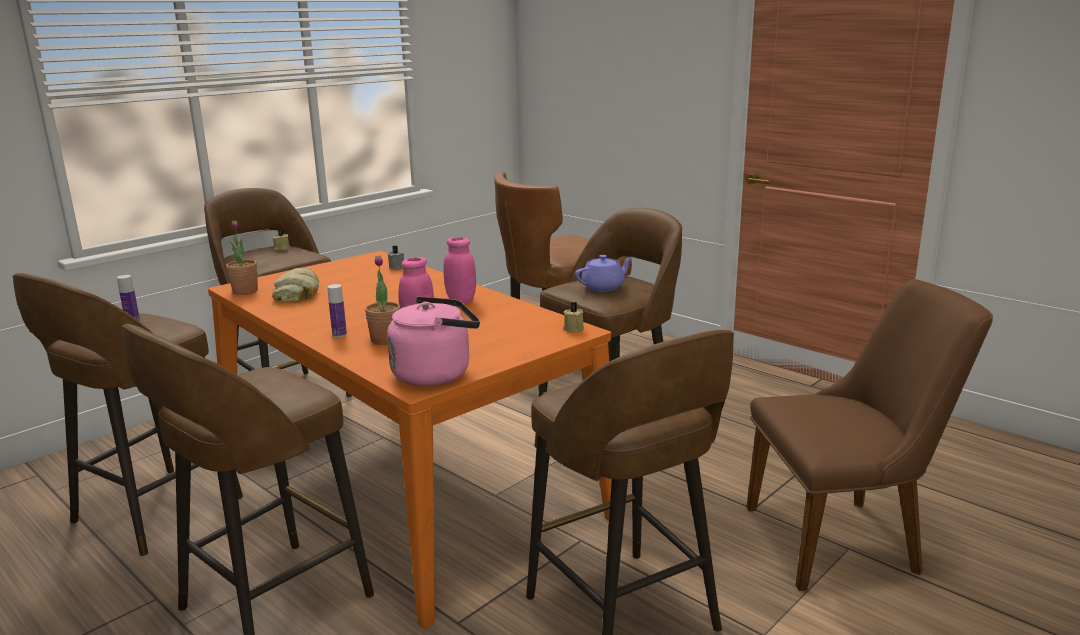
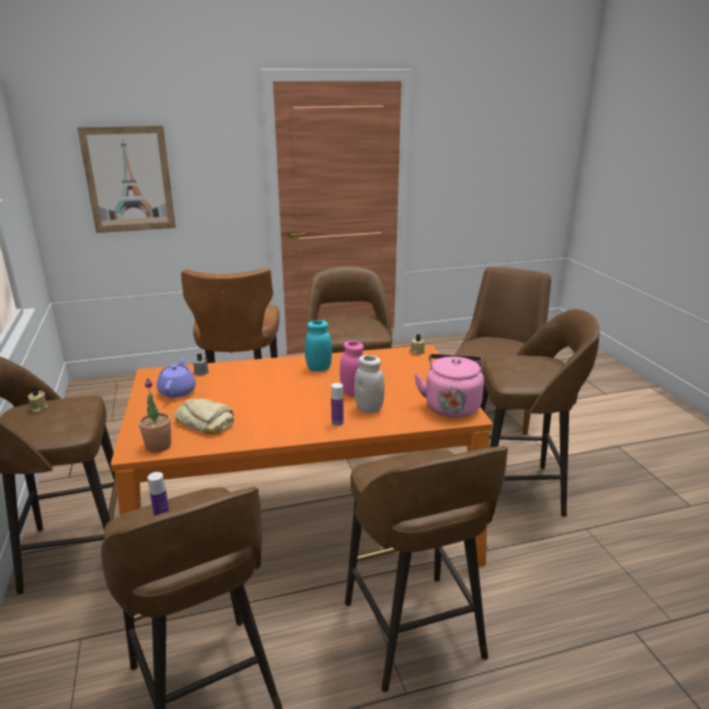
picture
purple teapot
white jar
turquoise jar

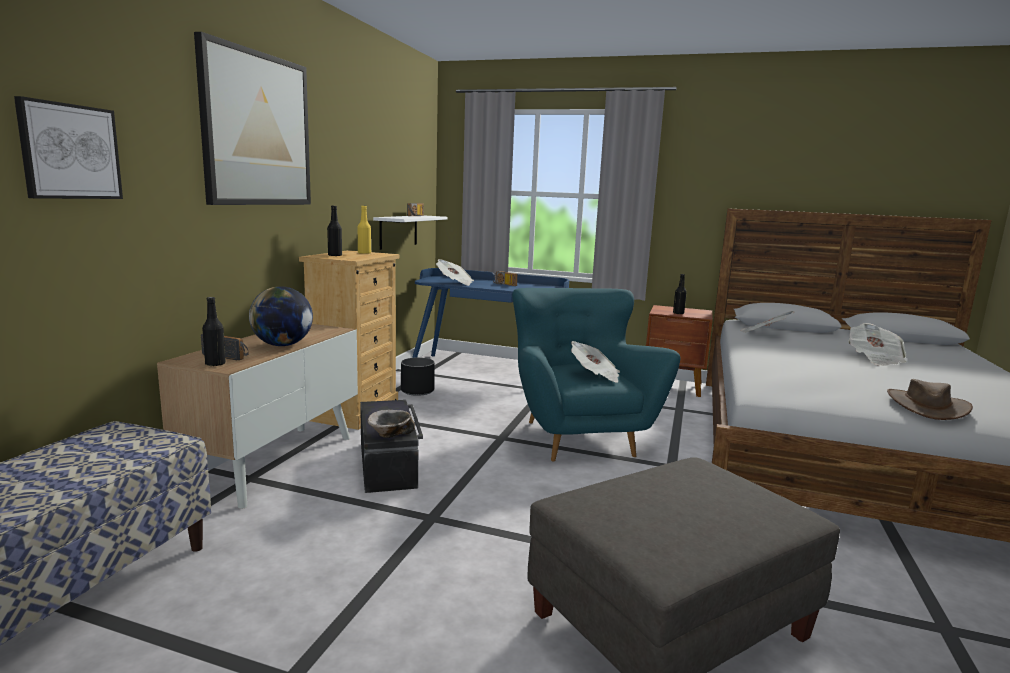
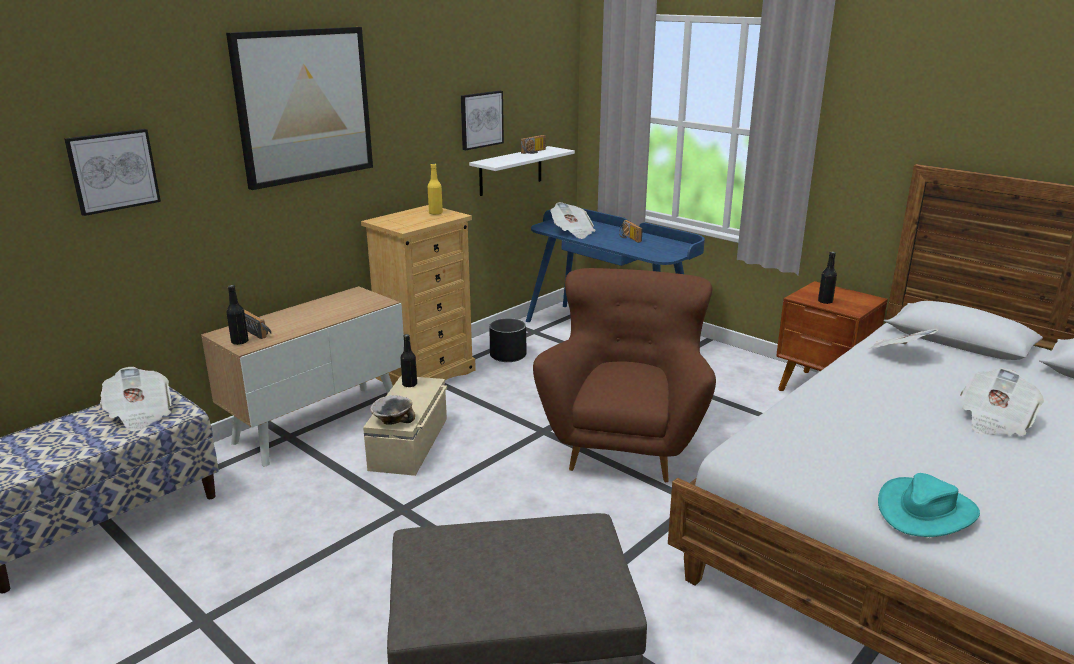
globe
picture (3rd from left)
black bottle (2nd from left)
newspaper (1st from left)
beige storage box
brown armchair
turquoise hat

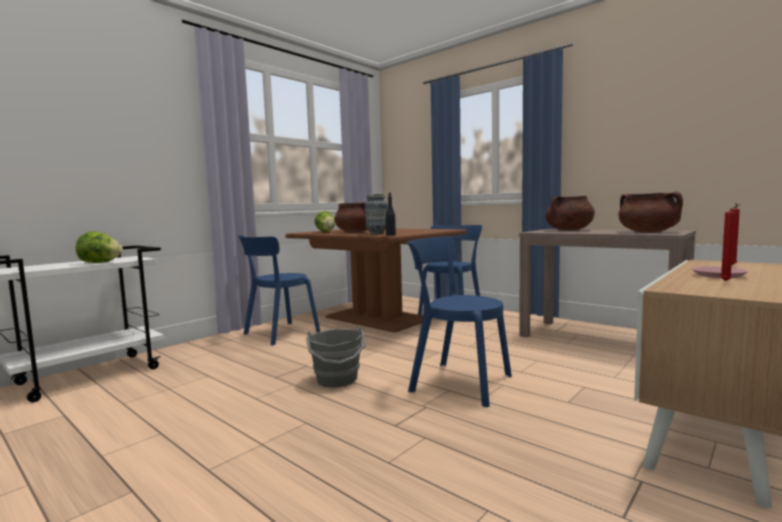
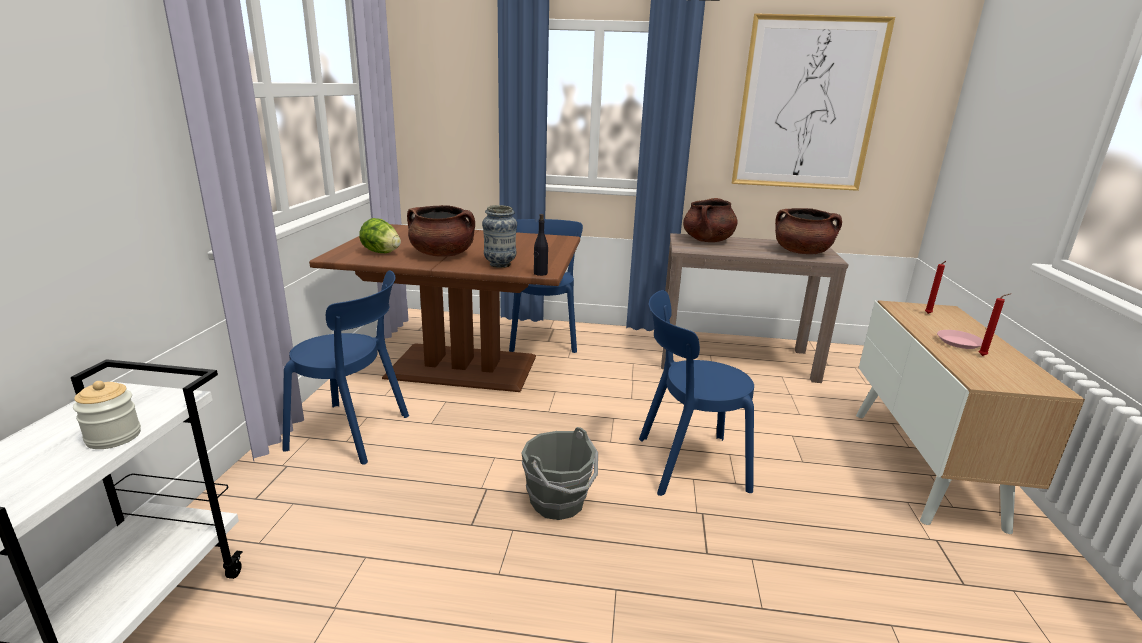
picture
jar
blue chair (1st from left)

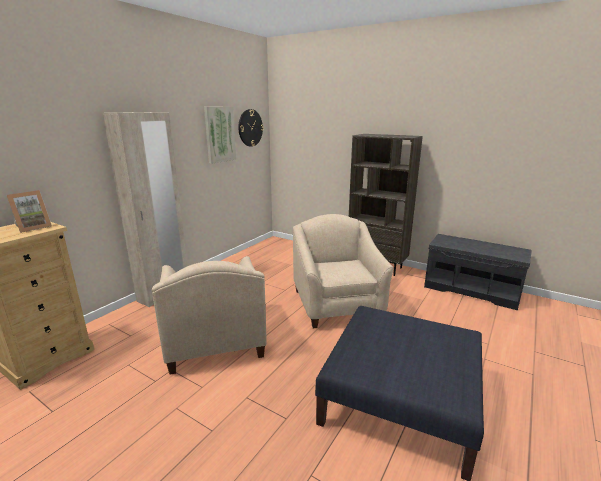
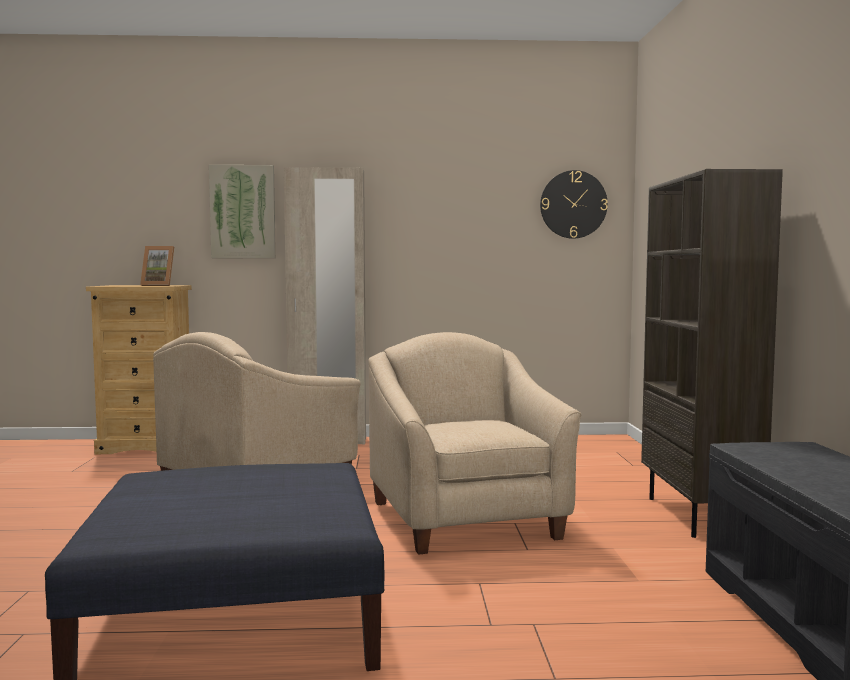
picture
beige armchair (2nd from left)

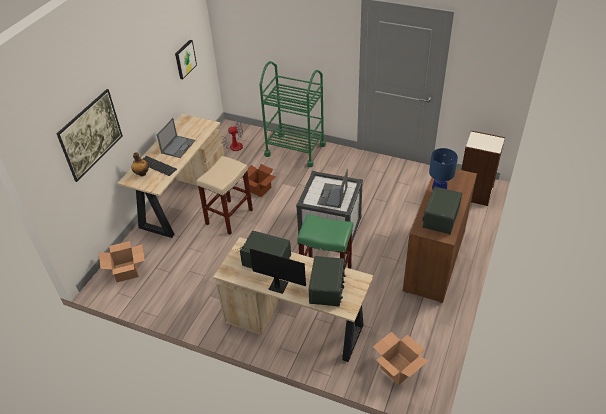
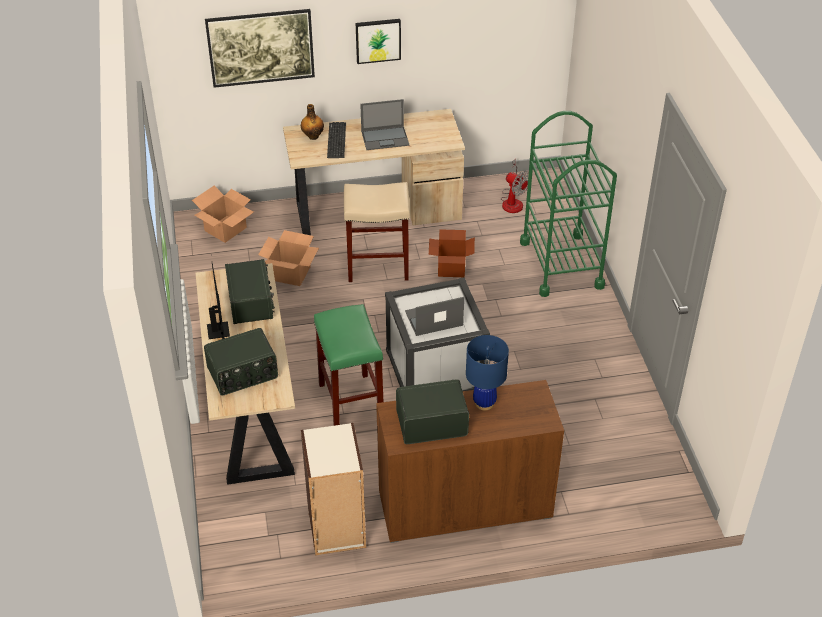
picture (2nd from left)
cardboard box (2nd from left)
bookcase

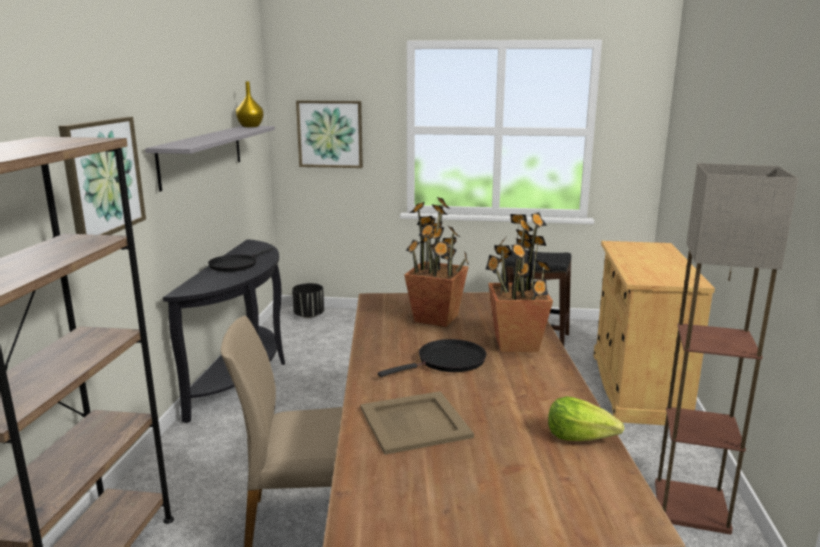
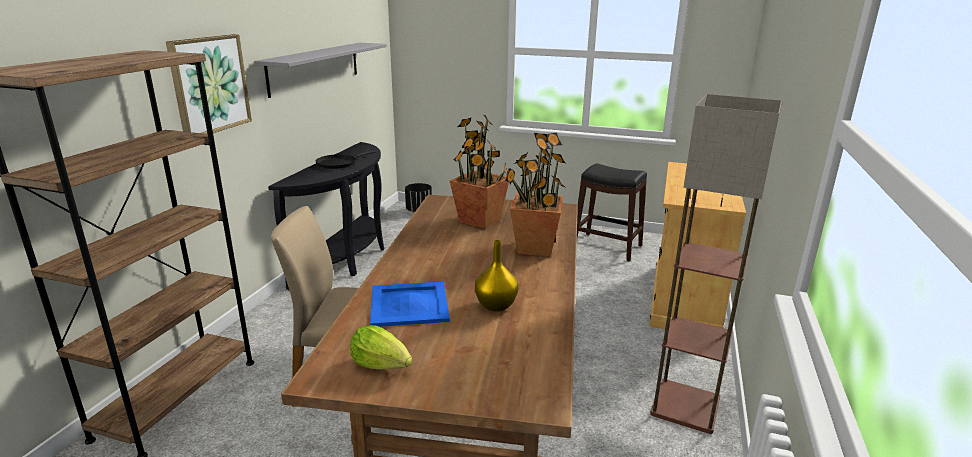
picture (2nd from left in the first image)
black frying pan (2nd from left in the first image)
yellow vase
lettuce
blue tray

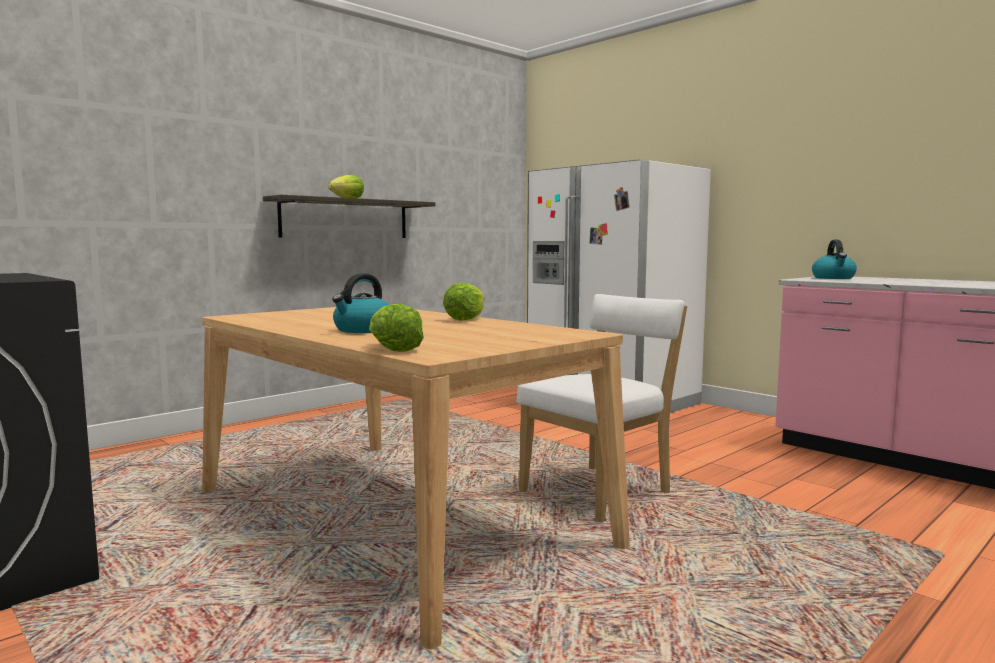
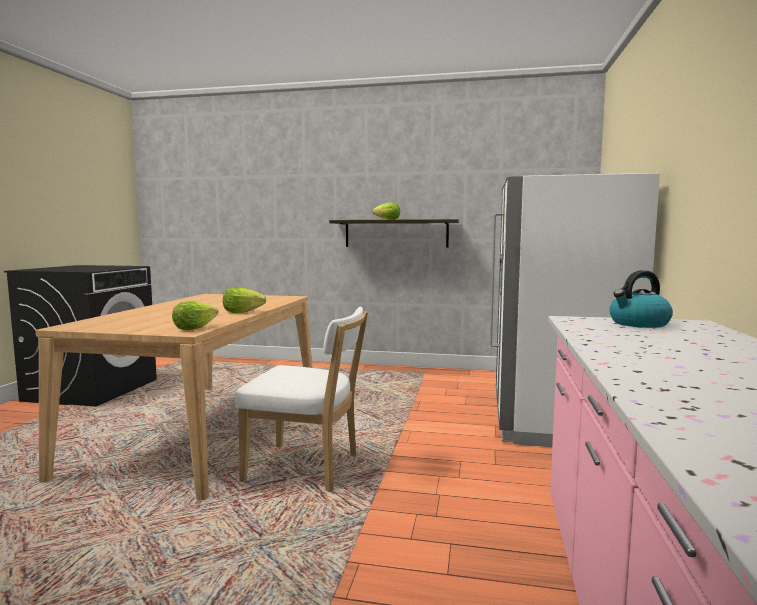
kettle (1st from left in the first image)
lettuce (1st from left)

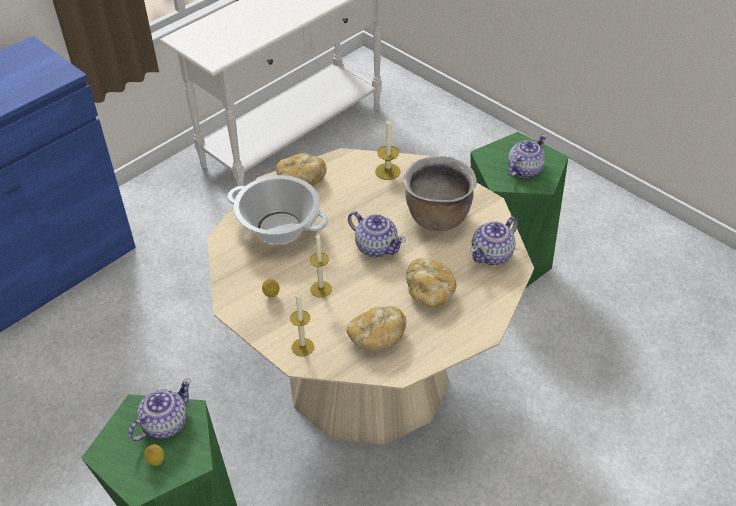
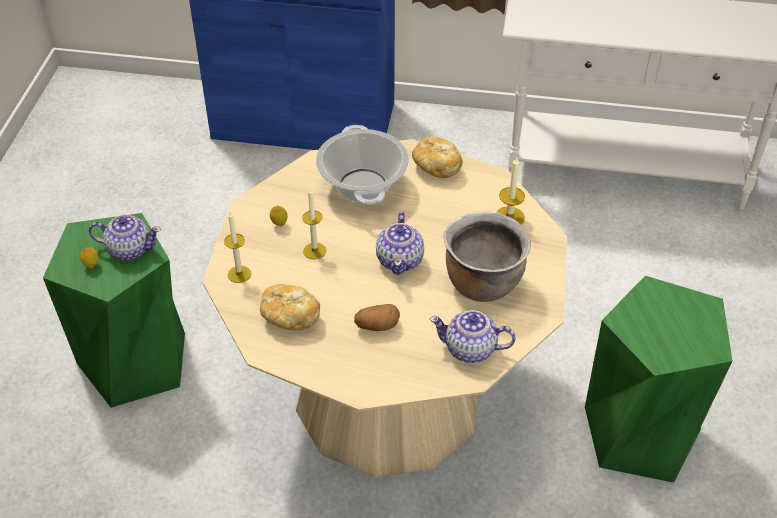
teapot (4th from left in the first image)
potato

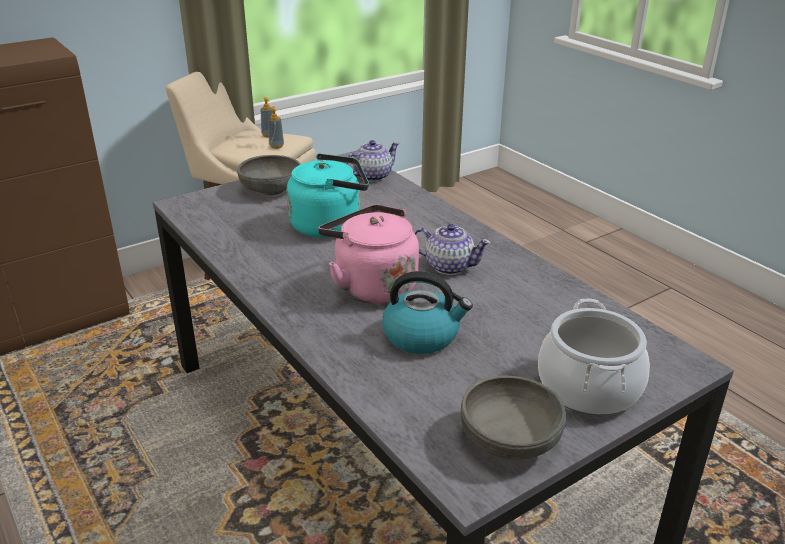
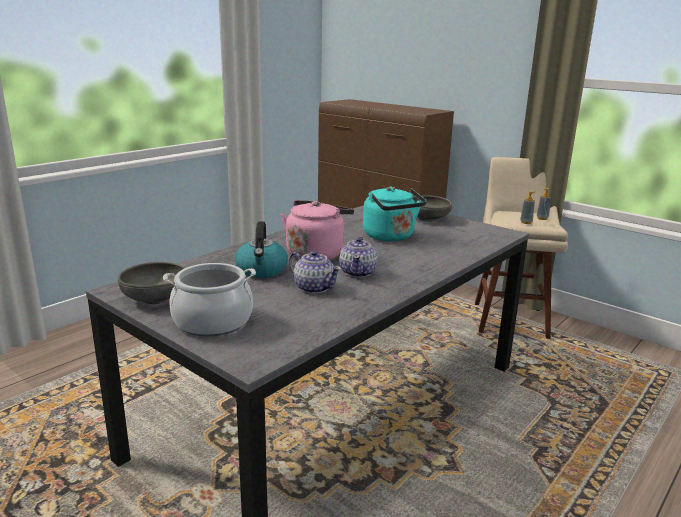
teapot (1st from left)

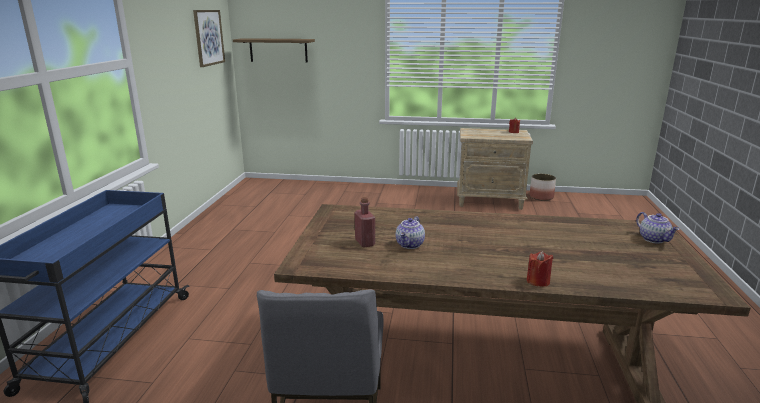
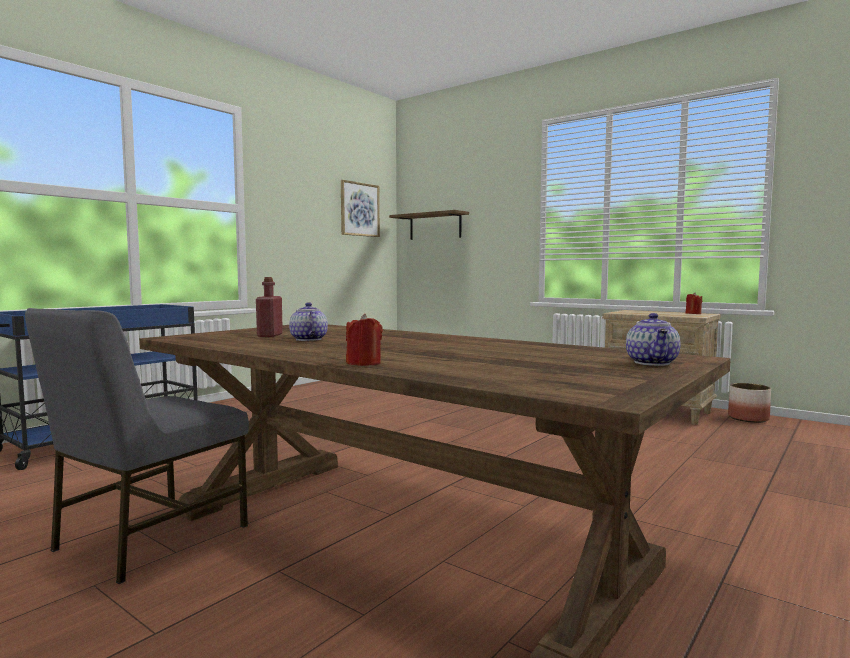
teapot (1st from left)

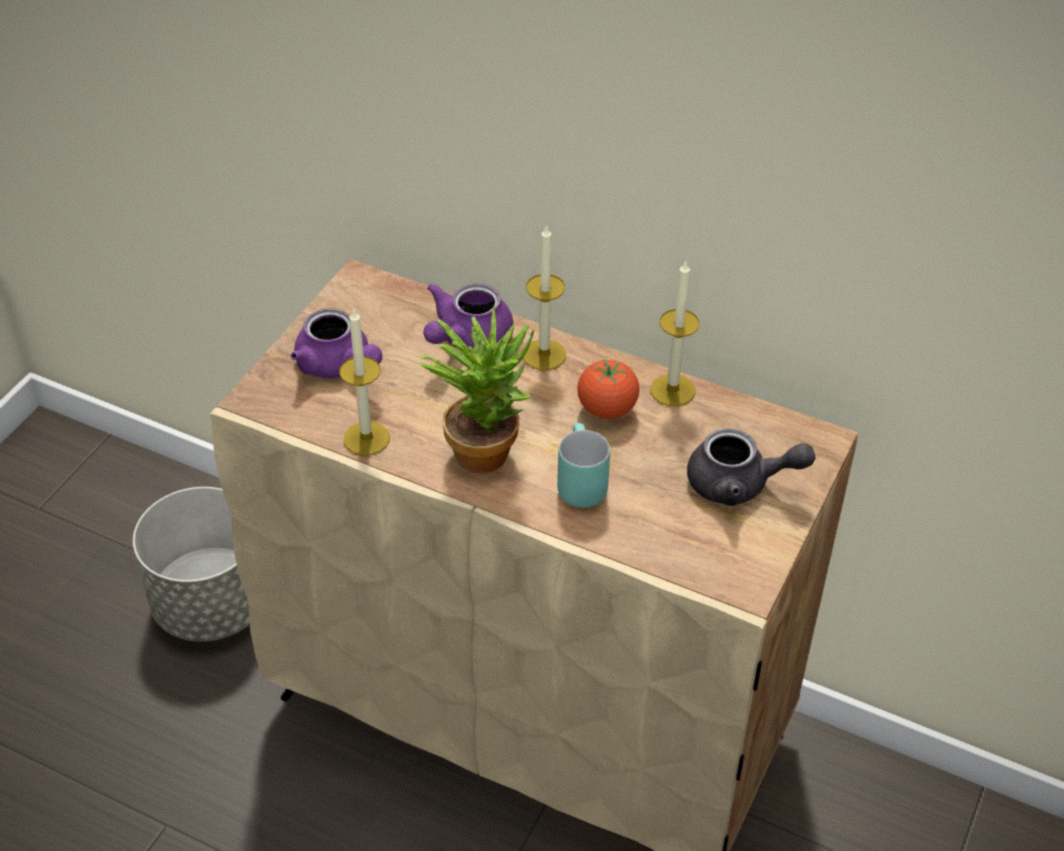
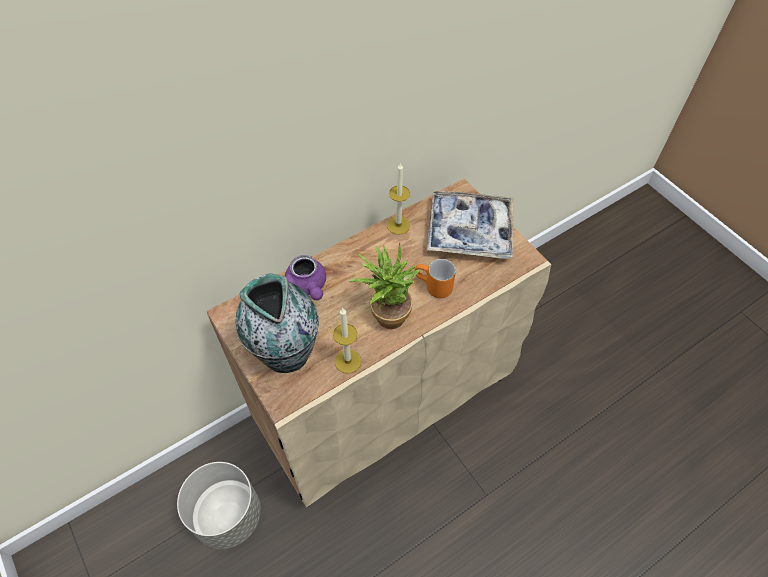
candle (2nd from left in the first image)
tomato
vase
tray
orange mug

